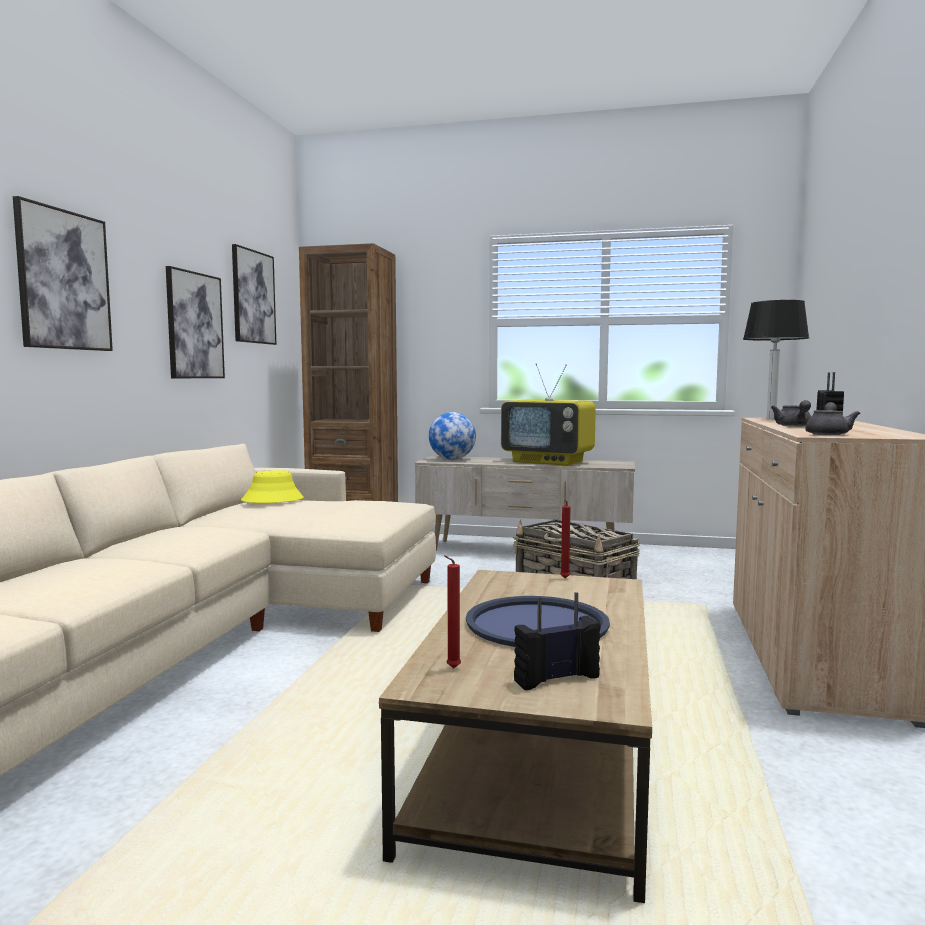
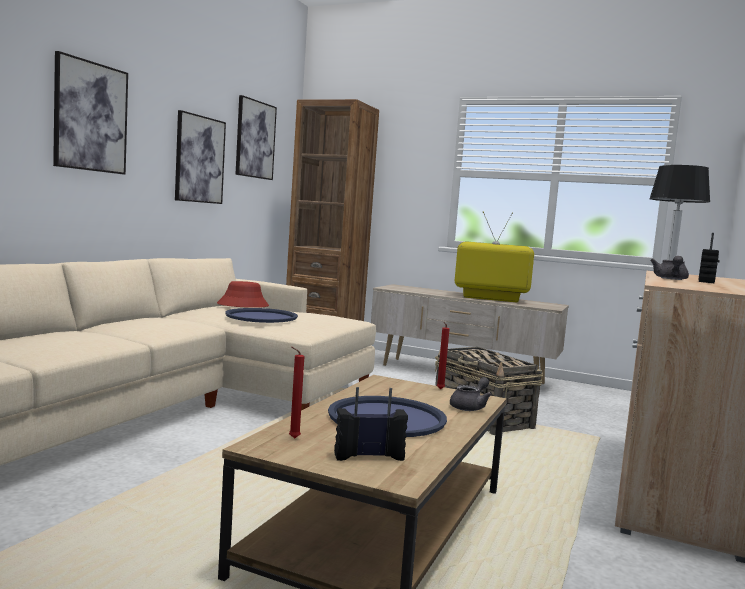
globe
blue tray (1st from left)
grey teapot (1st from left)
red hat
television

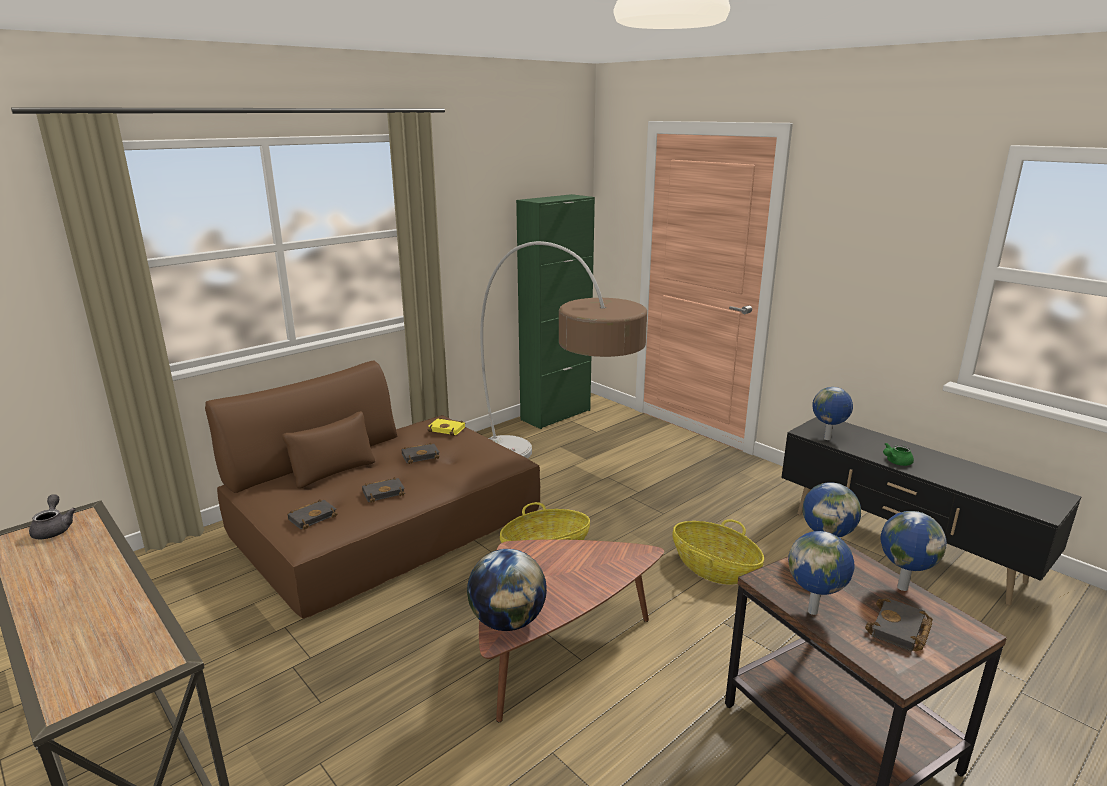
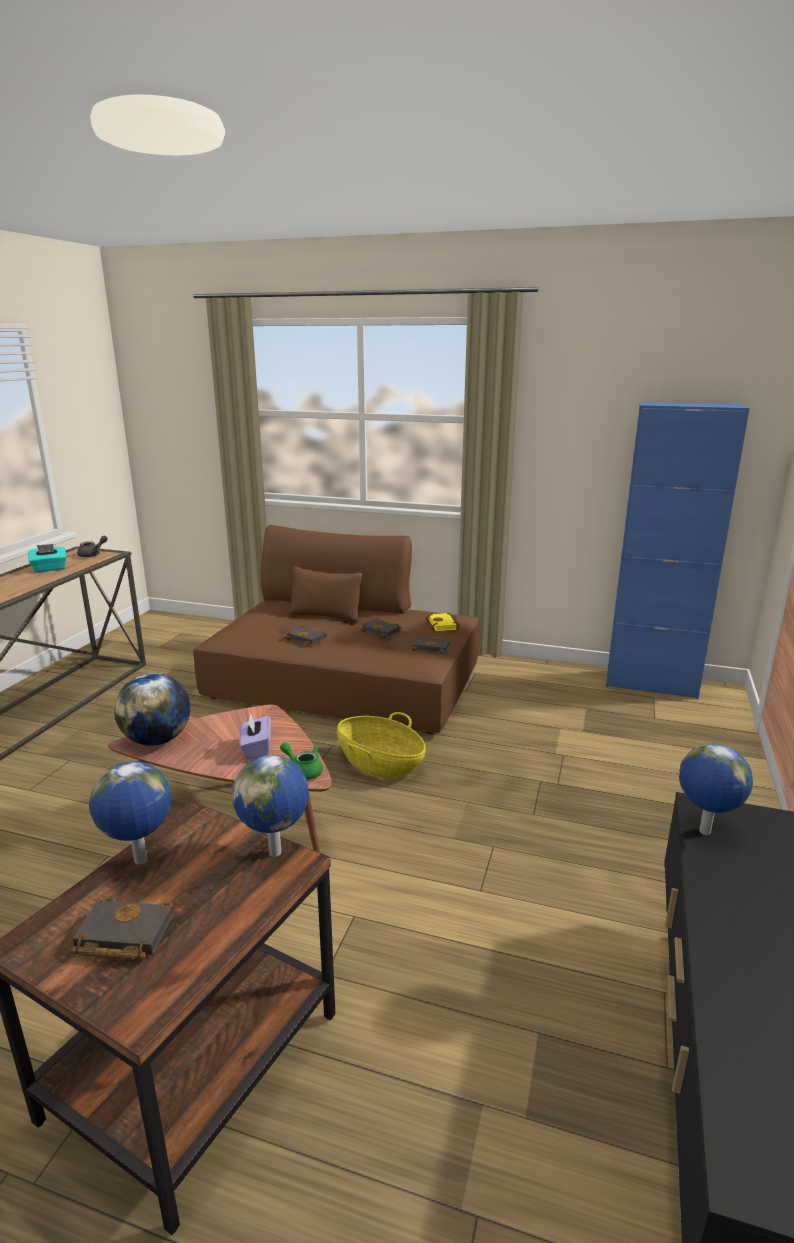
floor lamp
basket (2nd from left in the first image)
globe (5th from left in the first image)
turquoise tissue box
purple tissue box
black book (4th from left)
green teapot
blue cabinet

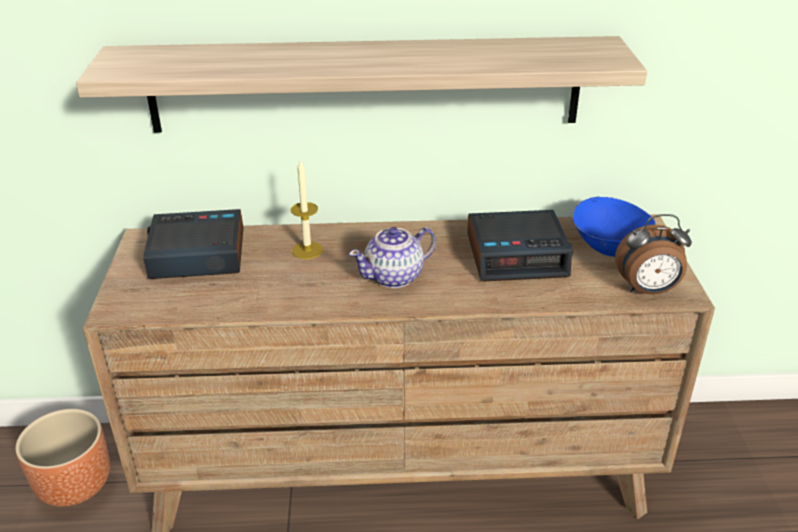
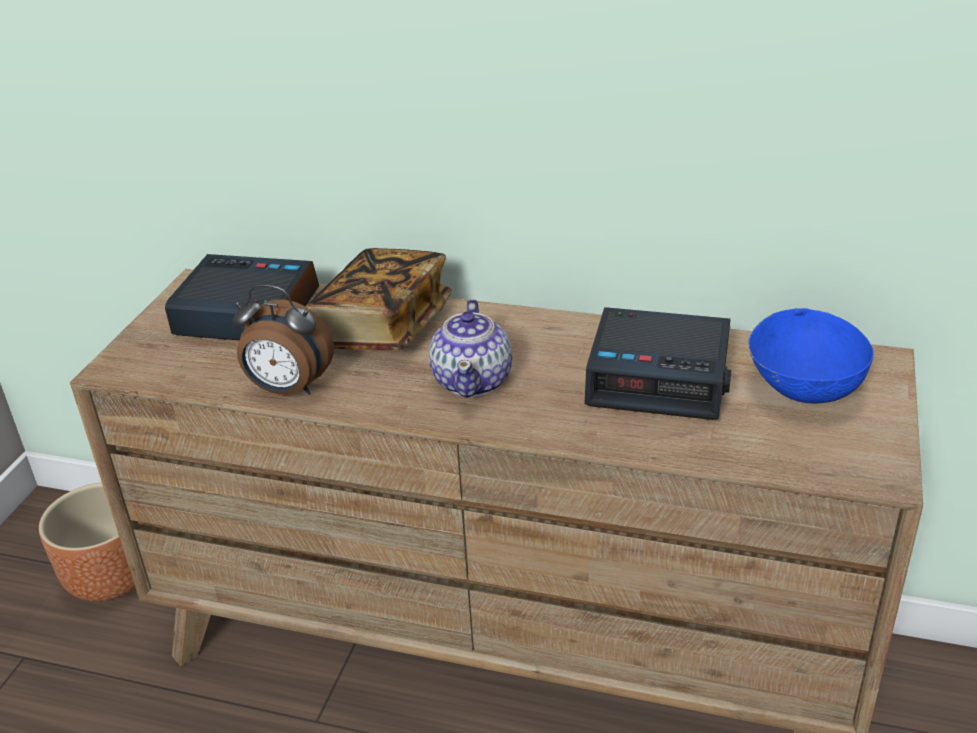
shelf
alarm clock (2nd from left)
book
teapot

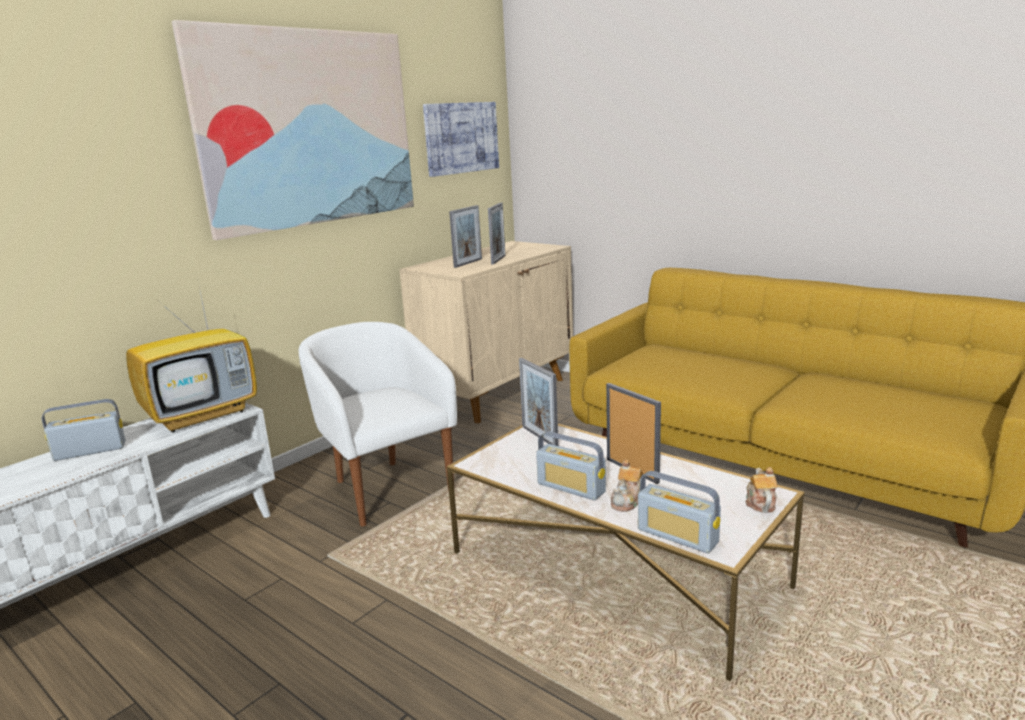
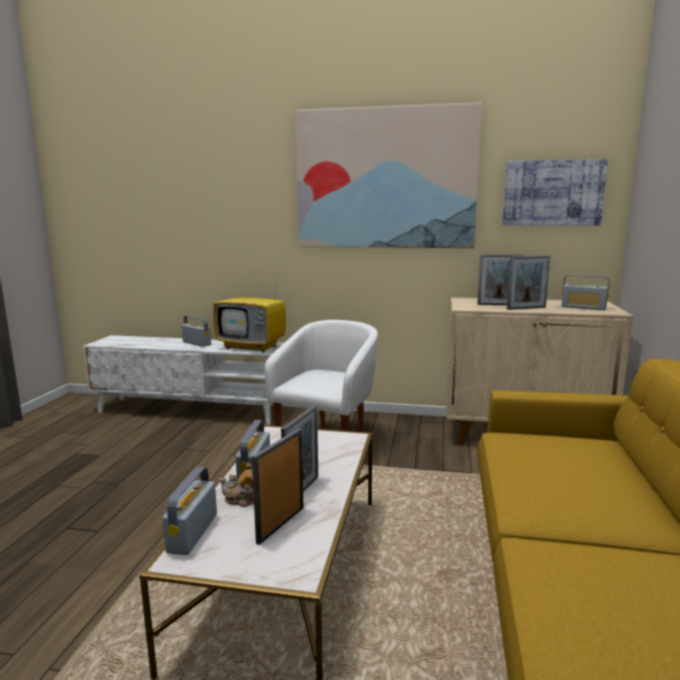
teapot (2nd from left in the first image)
radio (4th from left)
picture frame (1st from left)

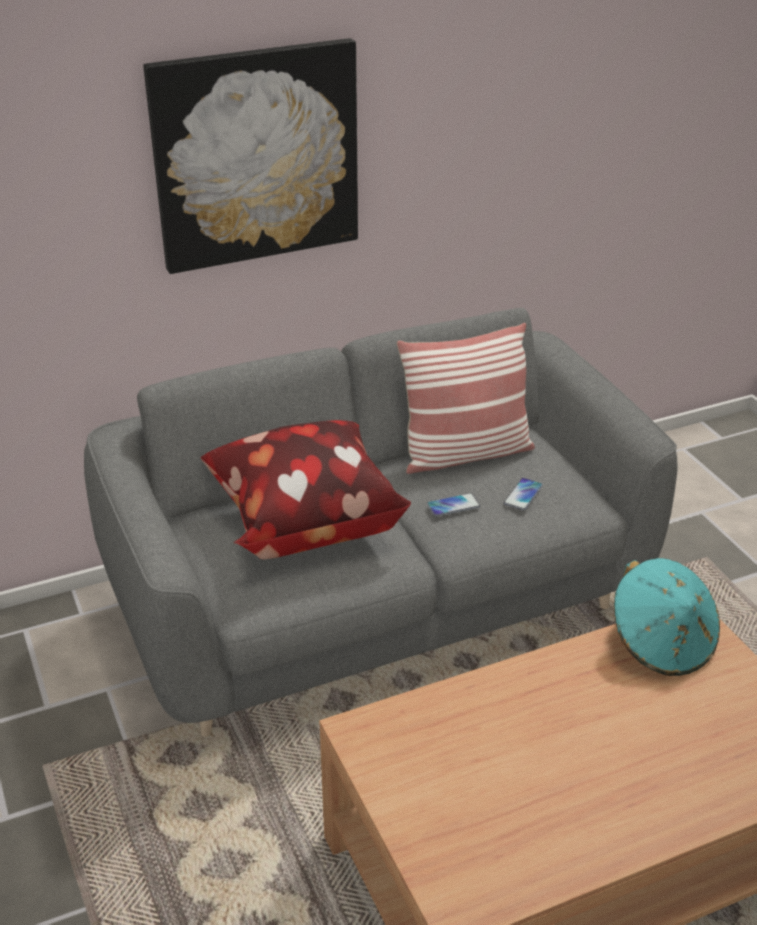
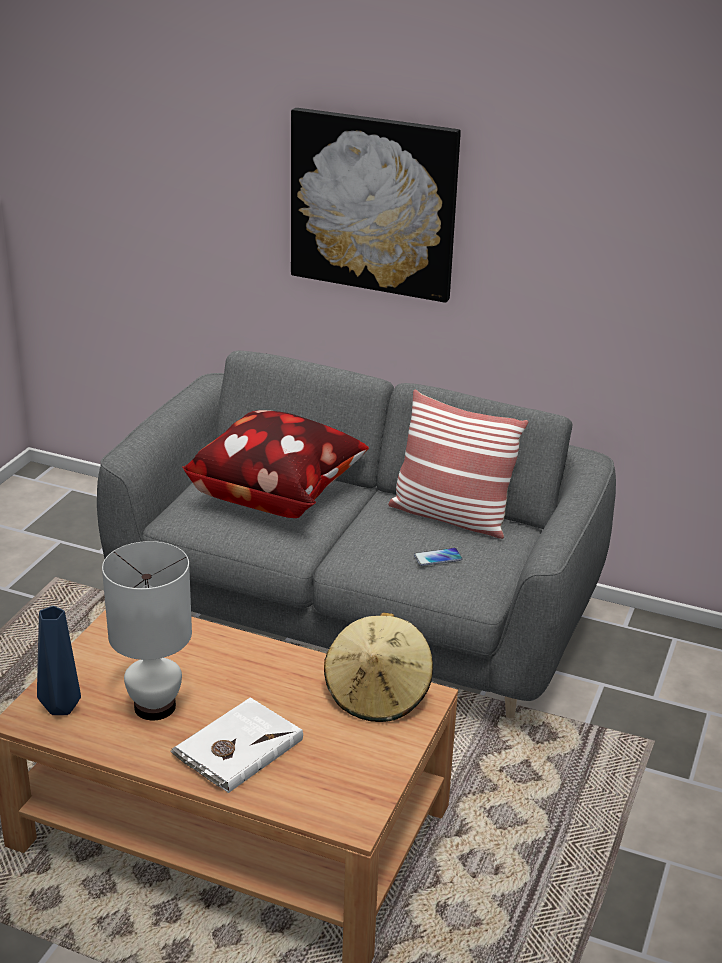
phone (1st from left in the first image)
blue vase
white table lamp
white book
beige hat

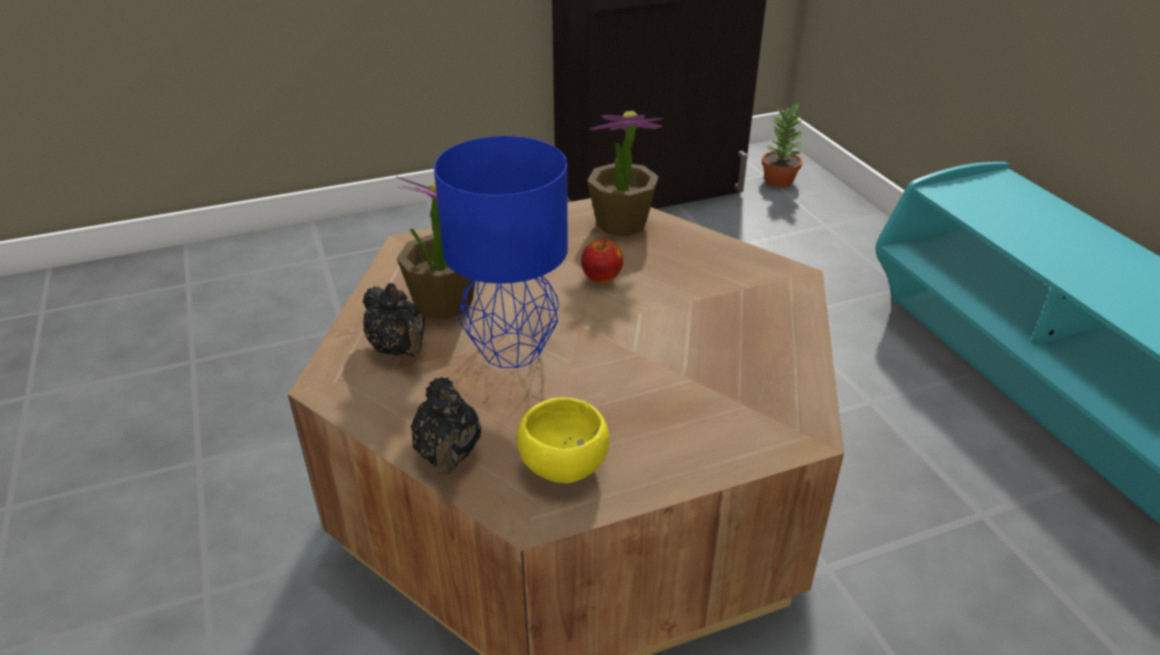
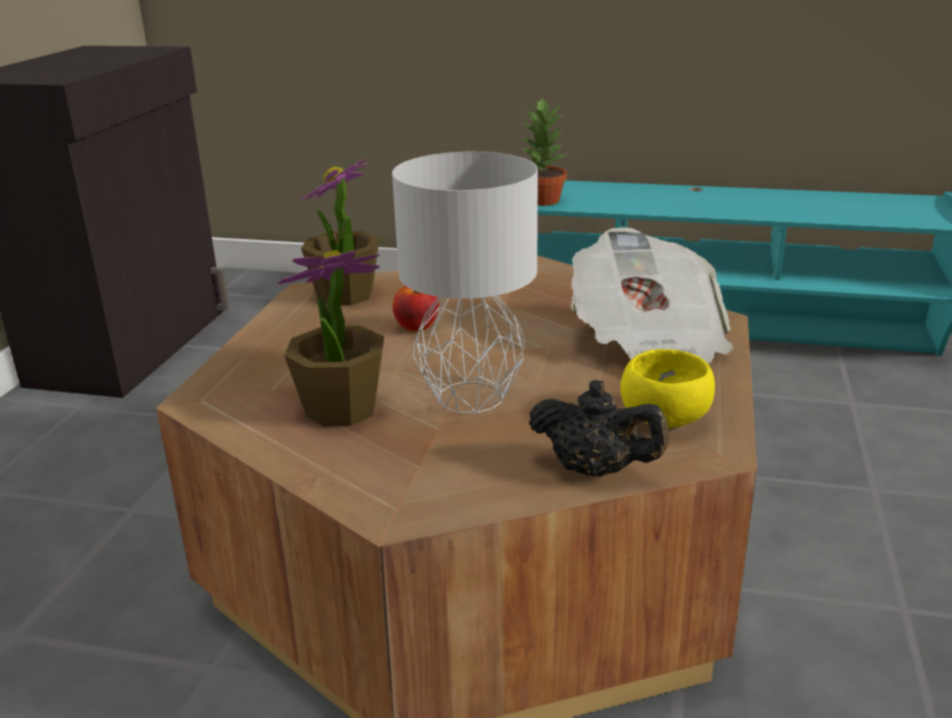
black teapot (1st from left in the first image)
newspaper
potted plant (3rd from left)
grey table lamp

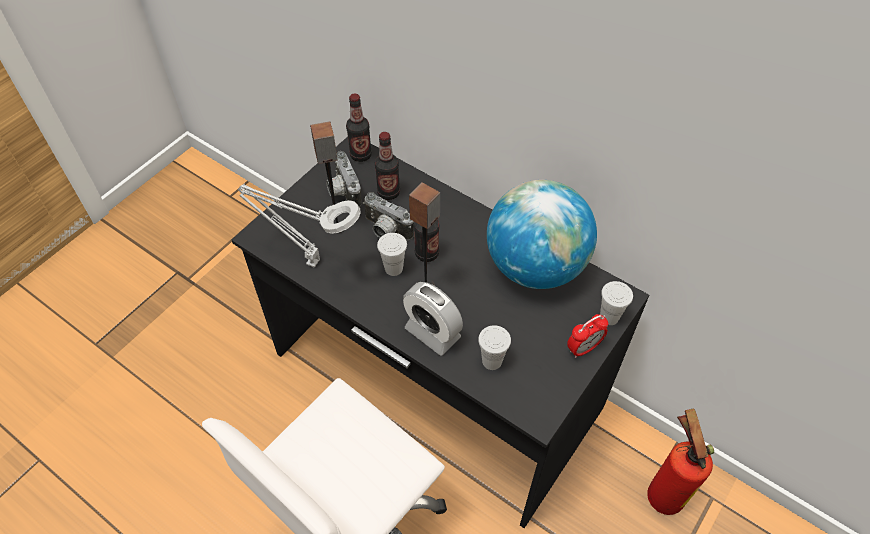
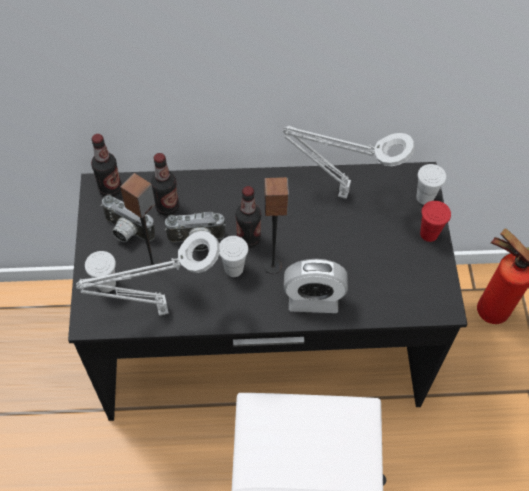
white cup (1st from left)
grey table lamp (2nd from left)
red cup

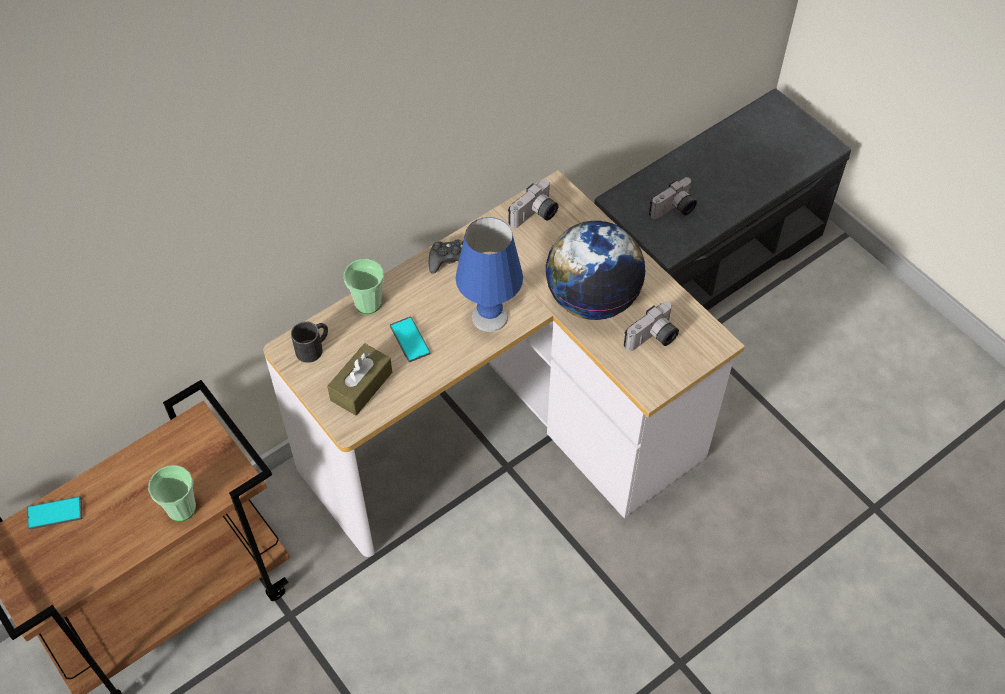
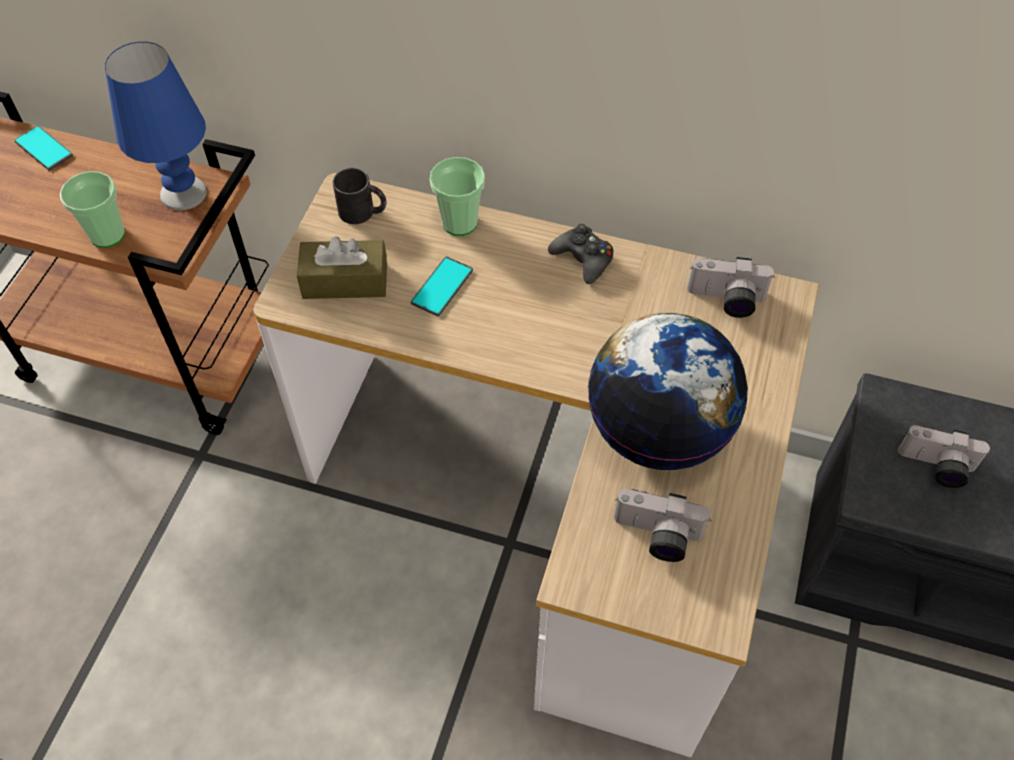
blue table lamp

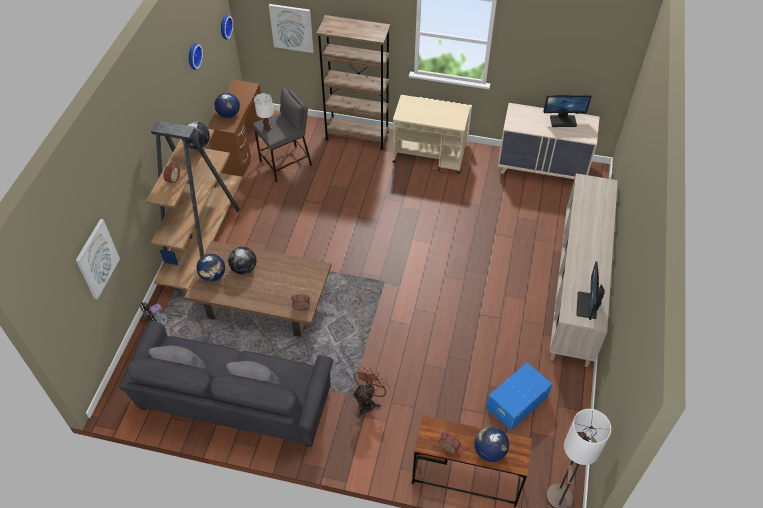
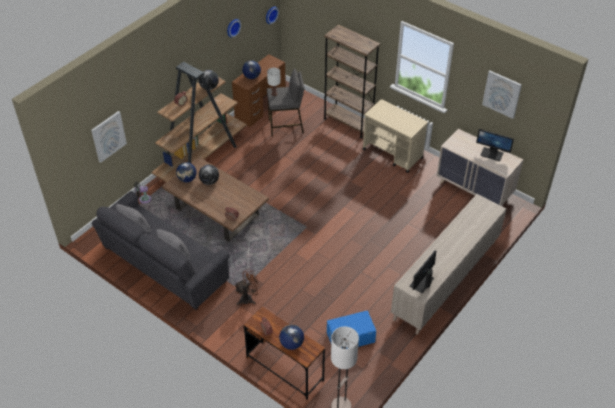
picture (2nd from left)

